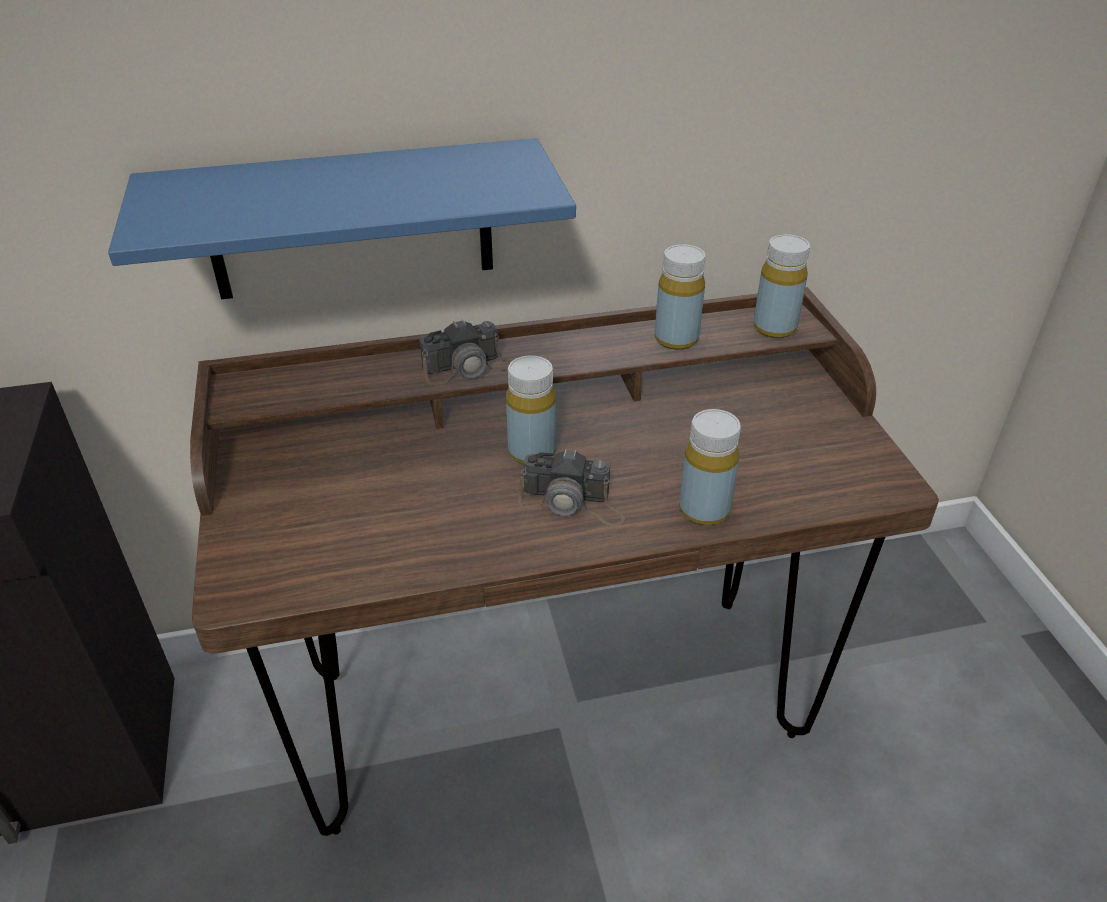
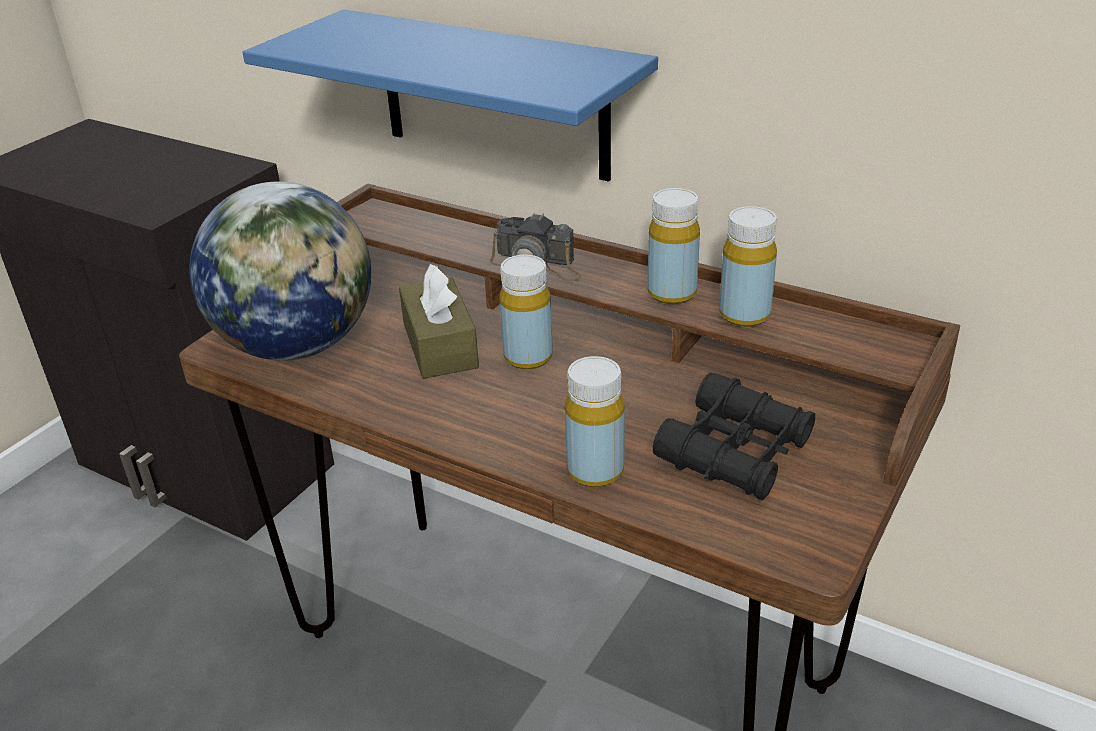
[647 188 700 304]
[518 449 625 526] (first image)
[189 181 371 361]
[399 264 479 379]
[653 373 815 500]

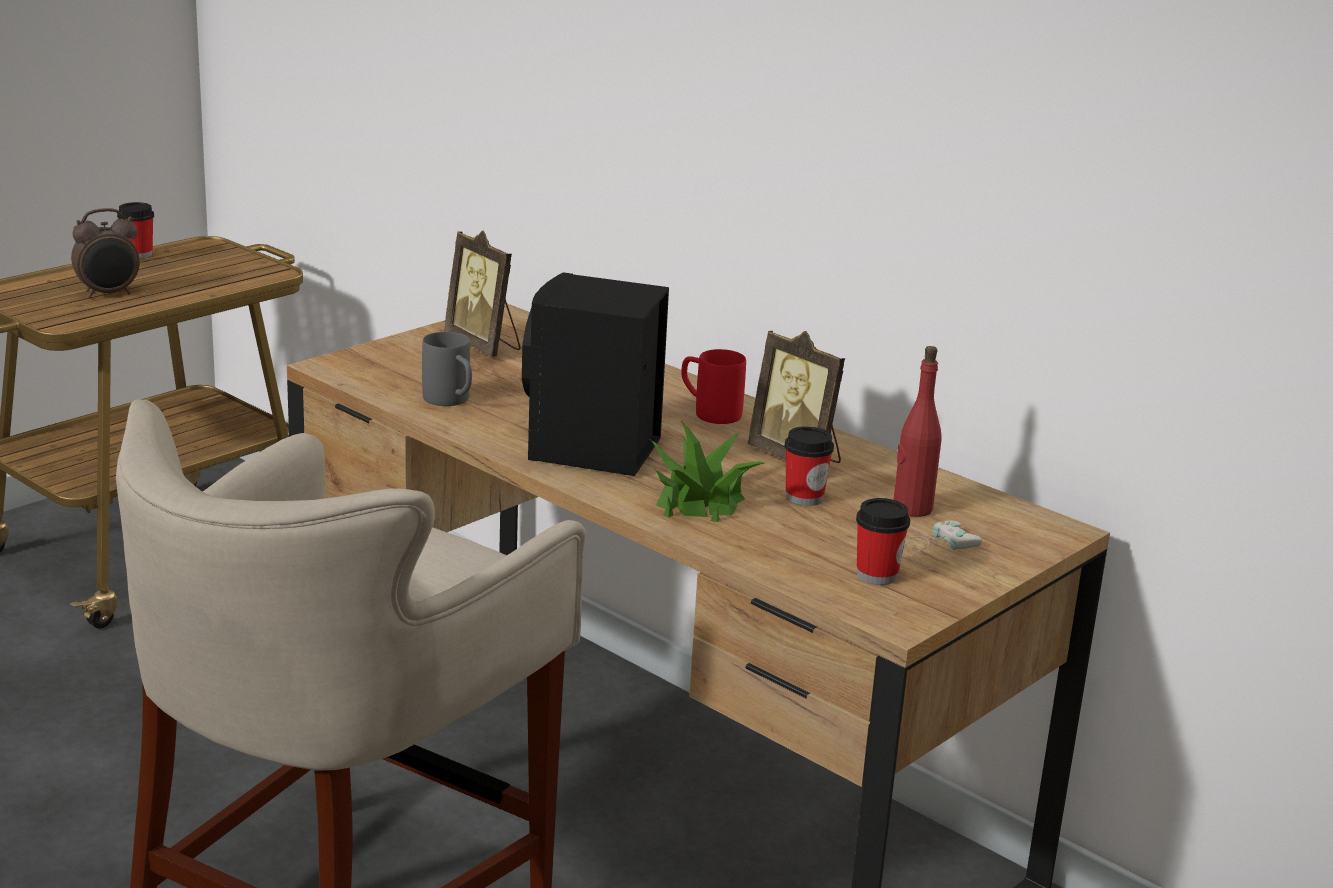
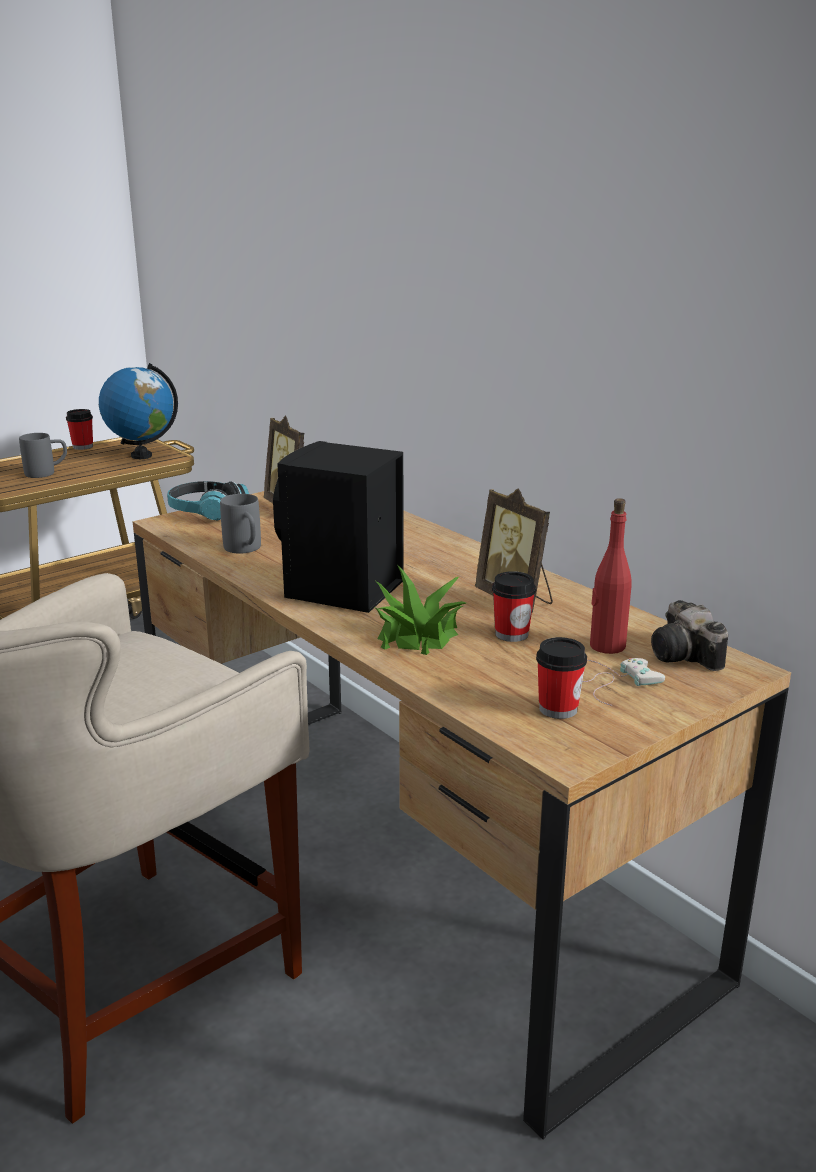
[19 433 67 478]
[682 349 746 424] (first image)
[99 363 178 459]
[167 481 249 521]
[651 600 728 671]

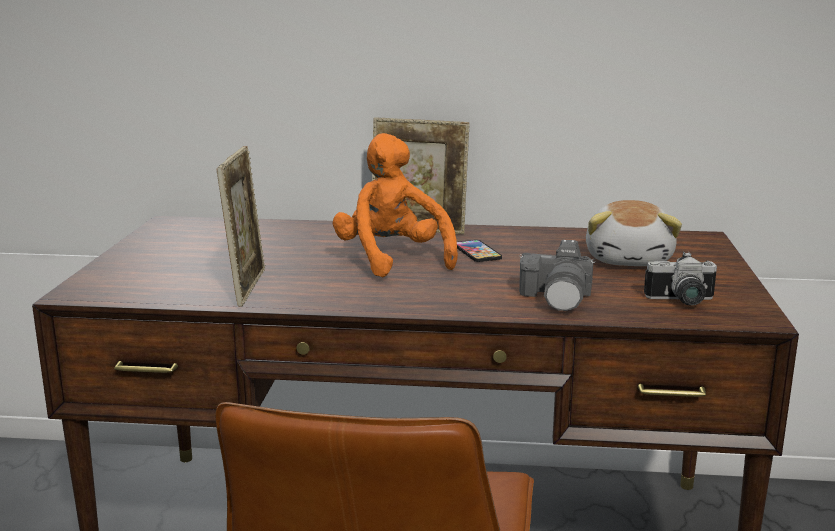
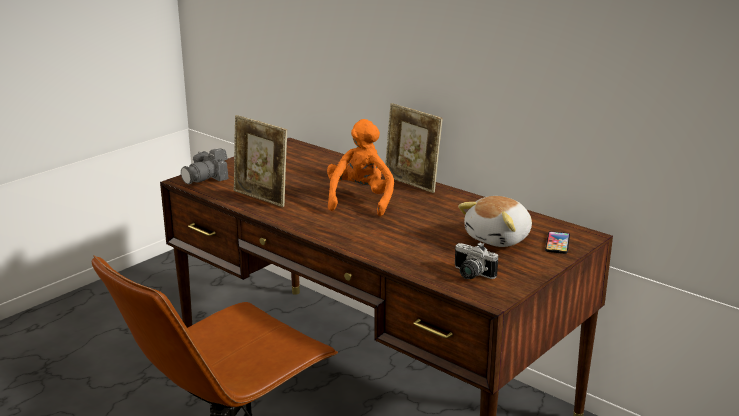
[234 115 287 207]
[545 231 570 254]
[181 148 228 184]

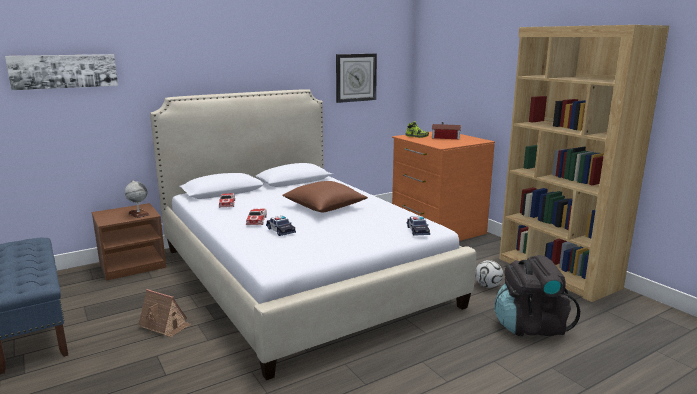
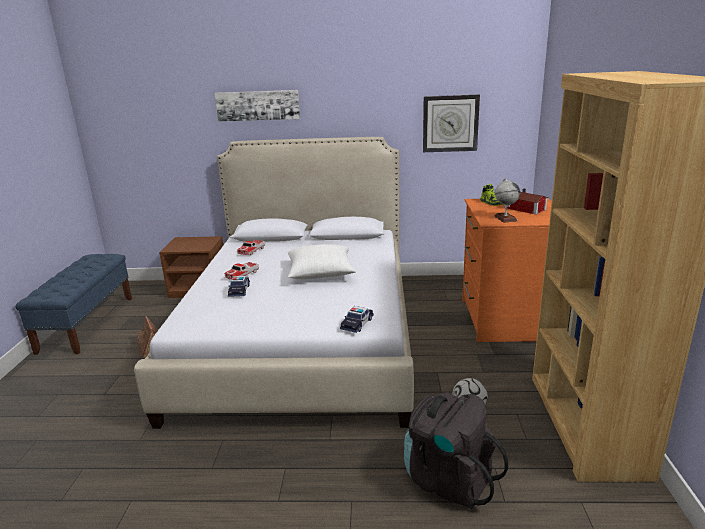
[215 90 300 122]
[494 178 520 223]
[288 244 356 279]

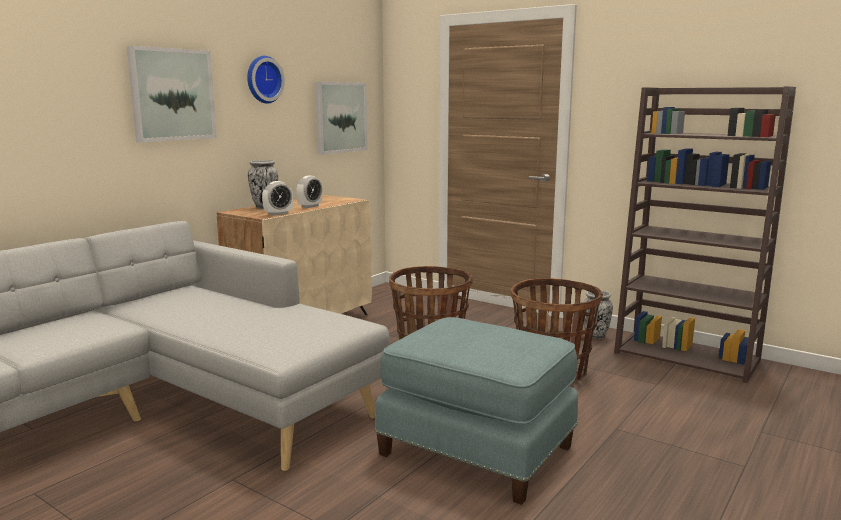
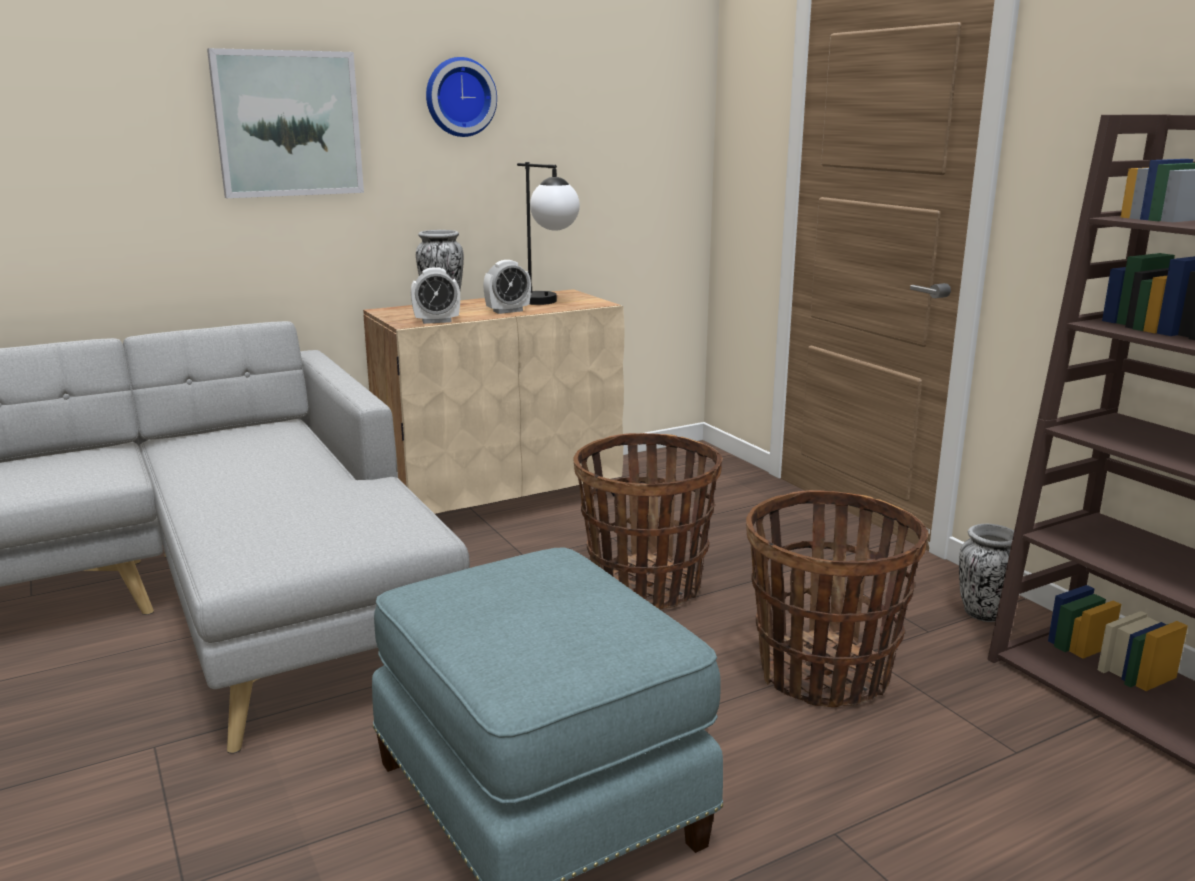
[315 82 368 154] (first image)
[517 162 580 305]

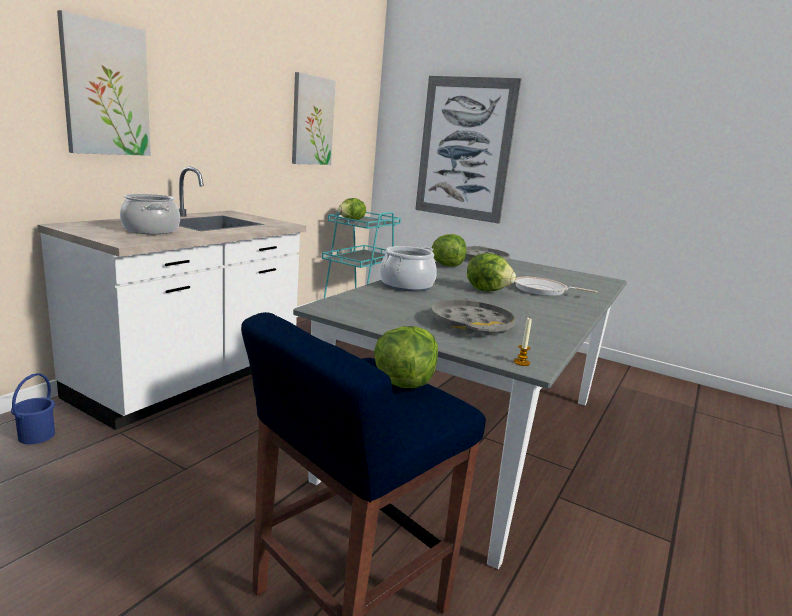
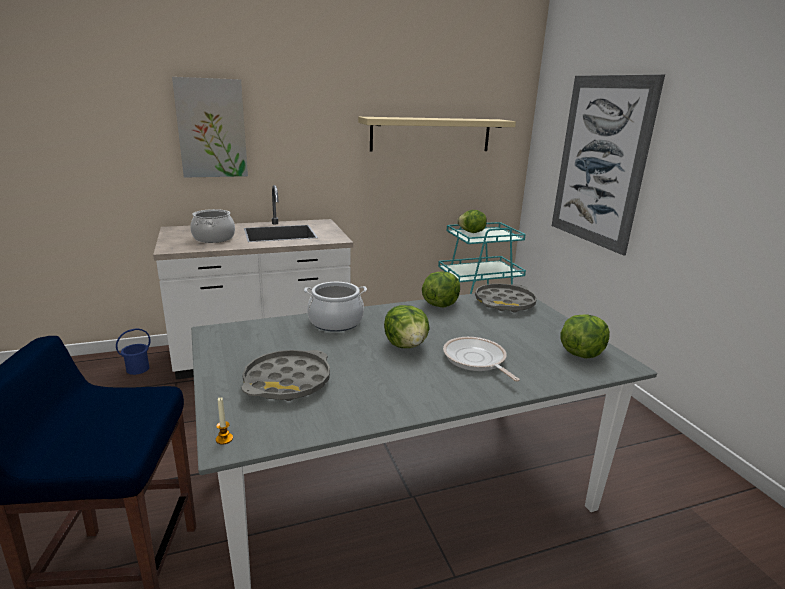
[358 117 516 152]
[560 314 610 358]

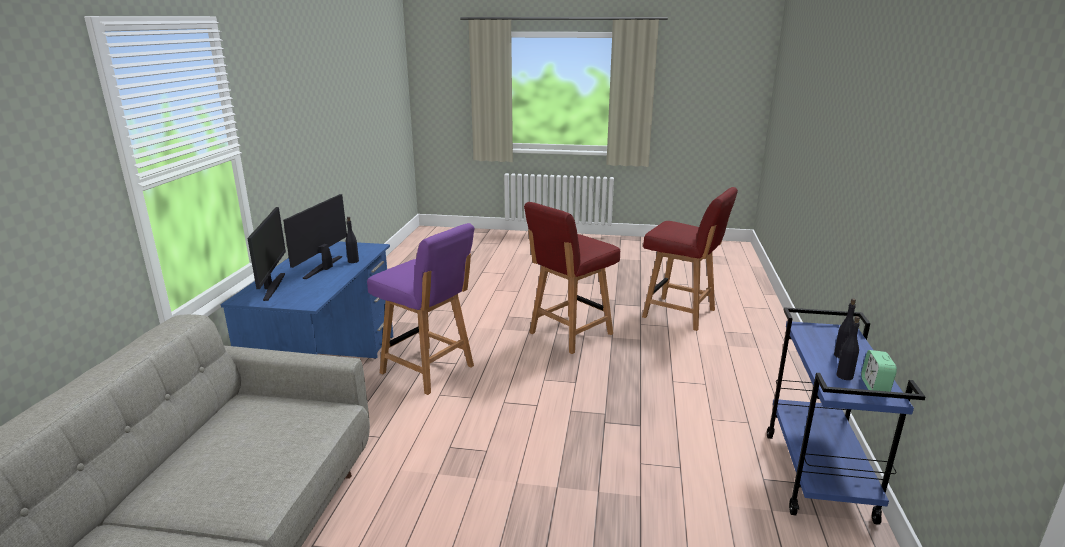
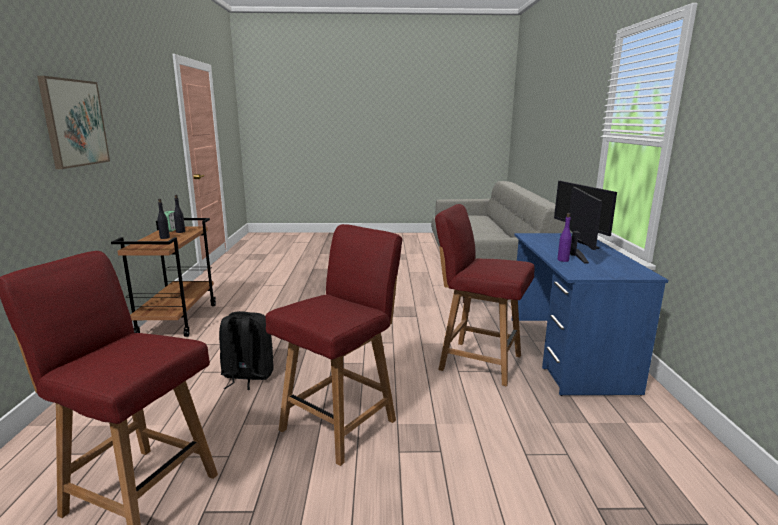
[557 213 572 262]
[435 204 535 386]
[111 218 216 337]
[37 76 110 169]
[219 311 274 390]

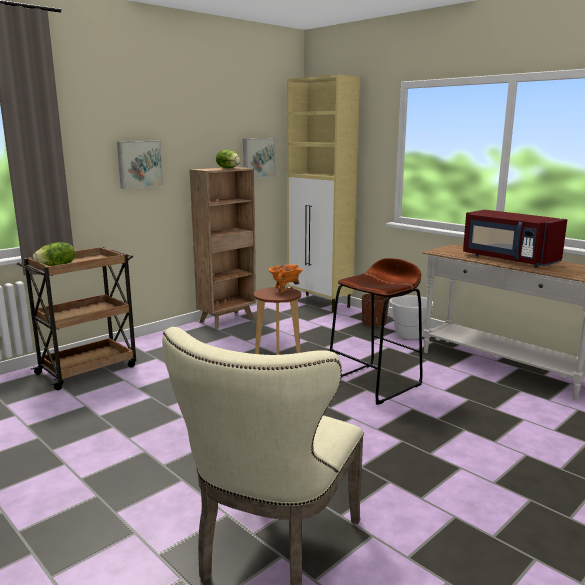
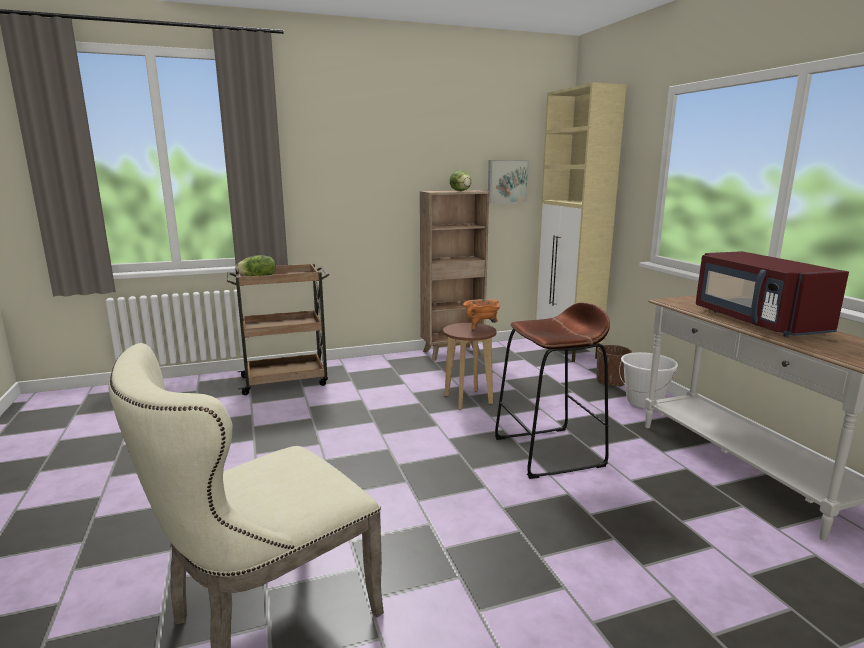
[117 141 164 189] (first image)

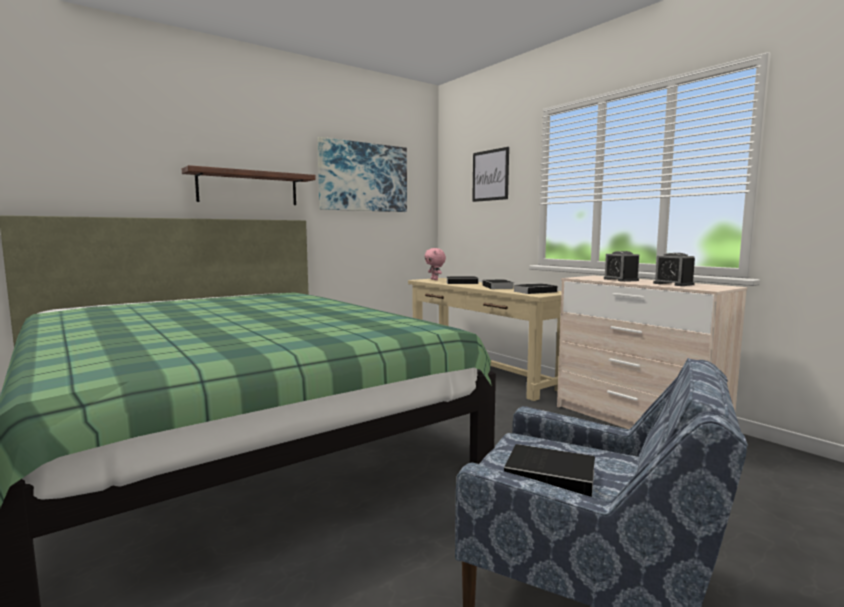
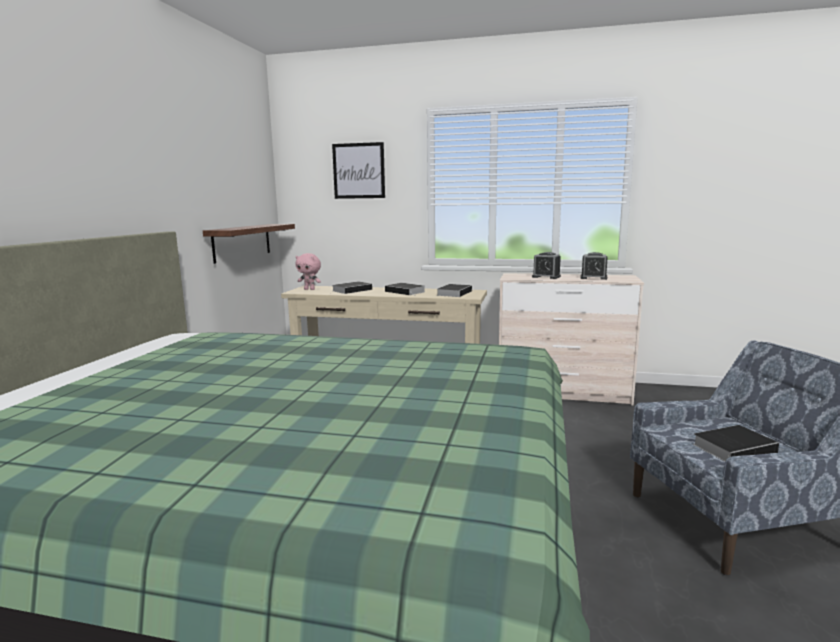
[317 137 407 212] (first image)
[203 224 295 264]

